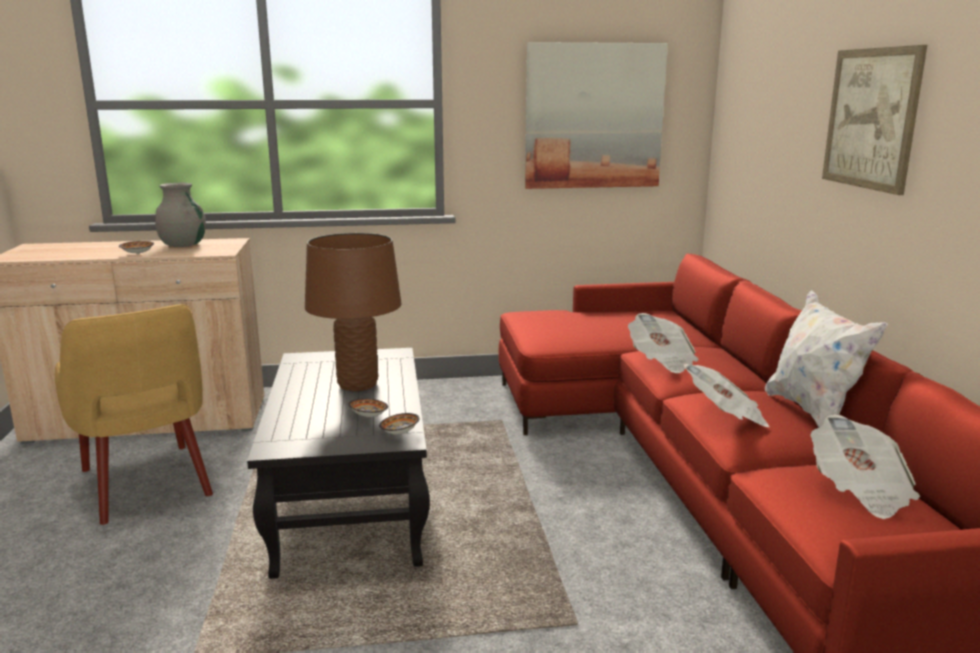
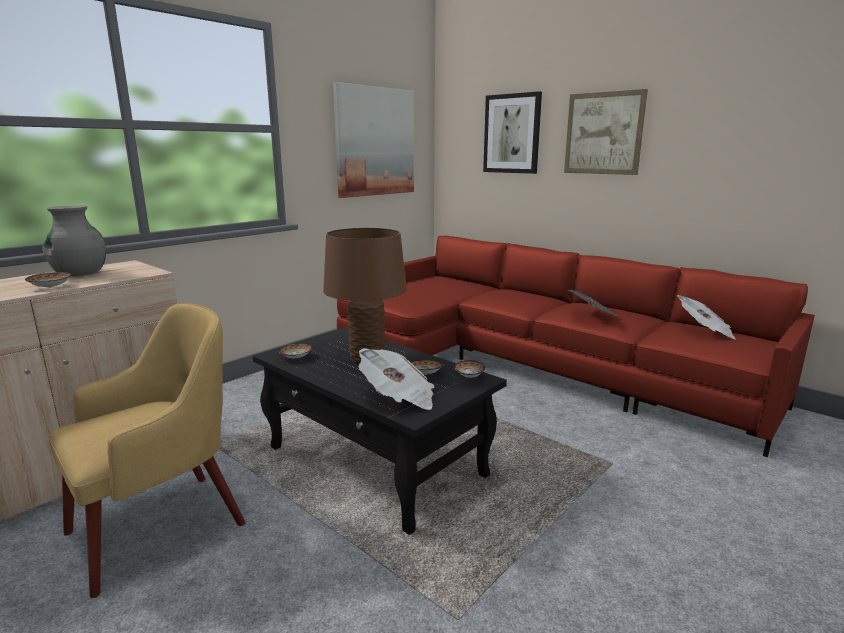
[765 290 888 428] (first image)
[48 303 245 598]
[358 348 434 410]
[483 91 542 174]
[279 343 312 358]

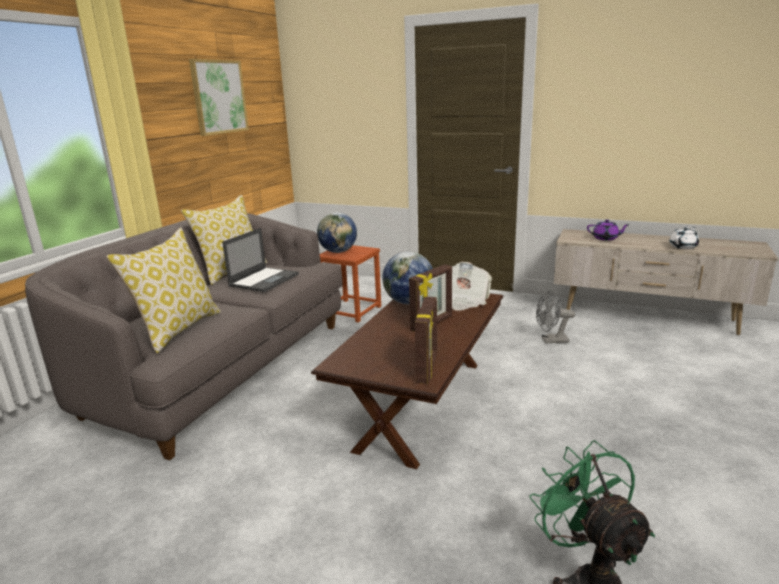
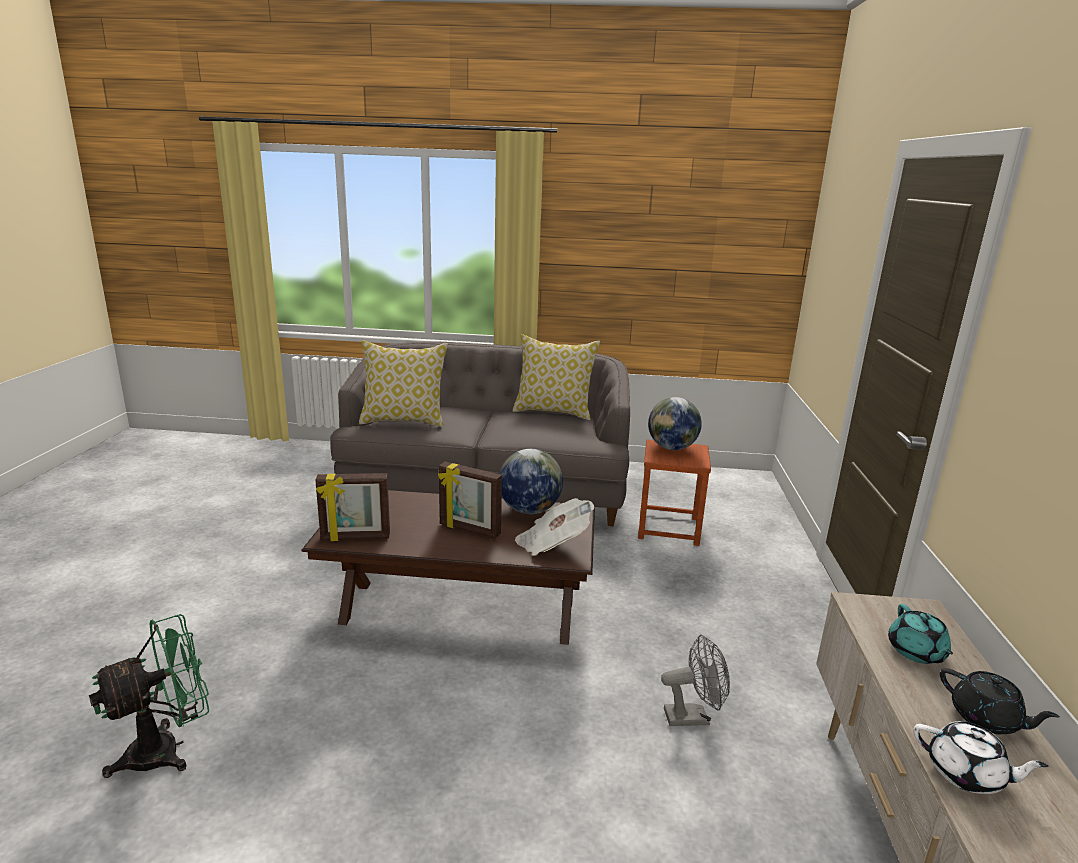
[189 59 249 136] (first image)
[888 604 953 664]
[222 228 299 292] (first image)
[661 635 730 726]
[940 668 1060 734]

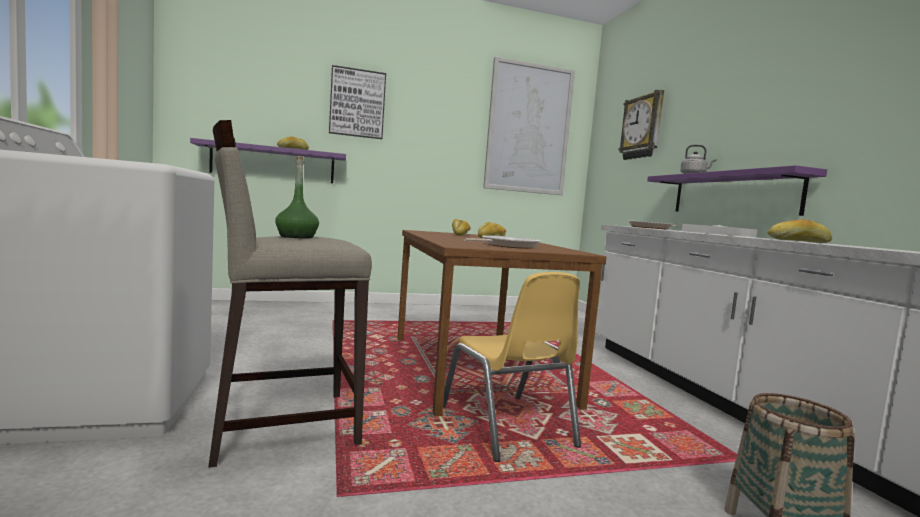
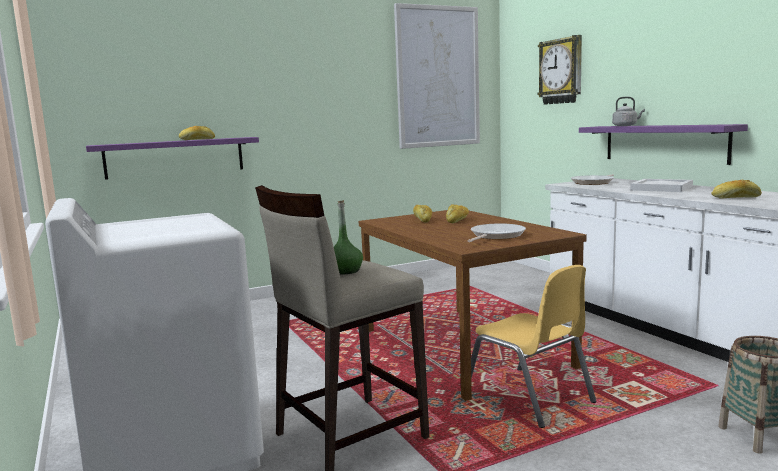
[329 65 386 139] (first image)

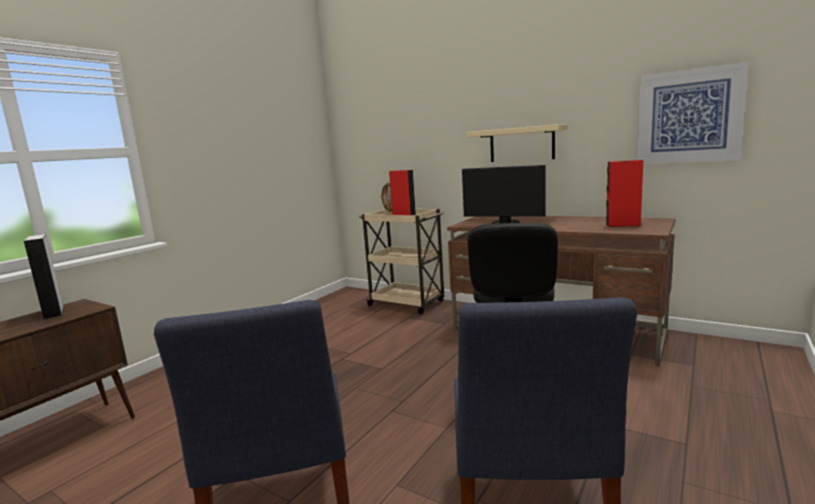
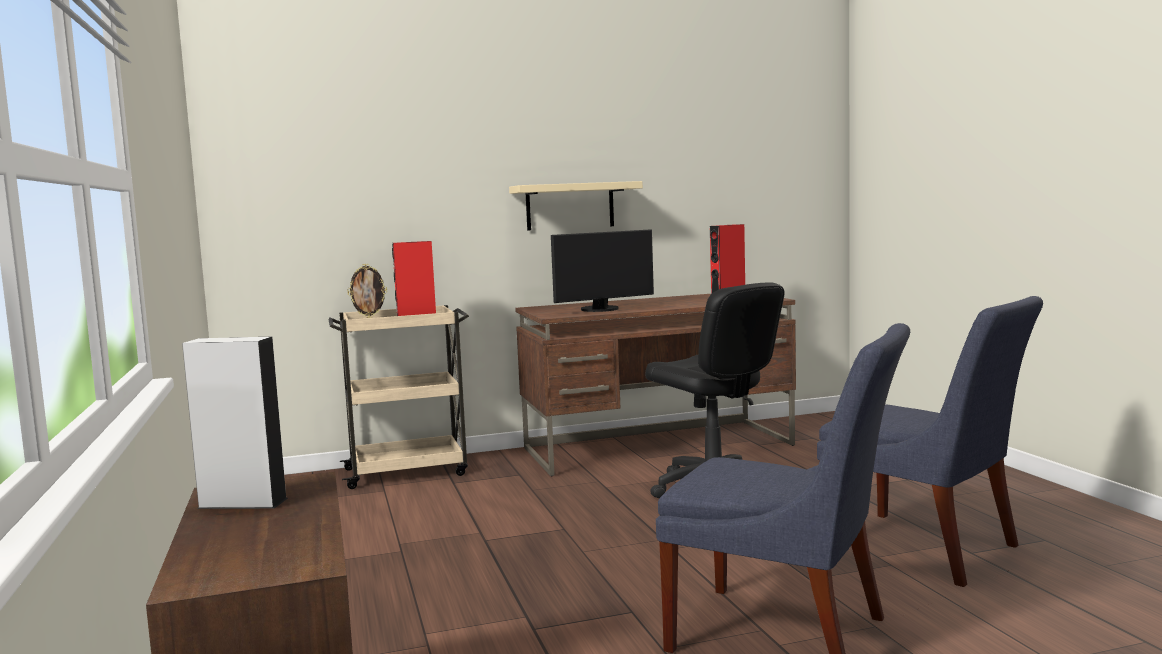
[637 62 748 164] (first image)

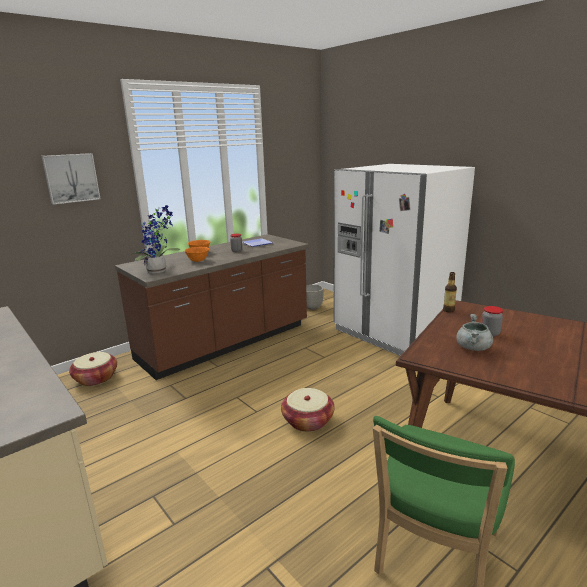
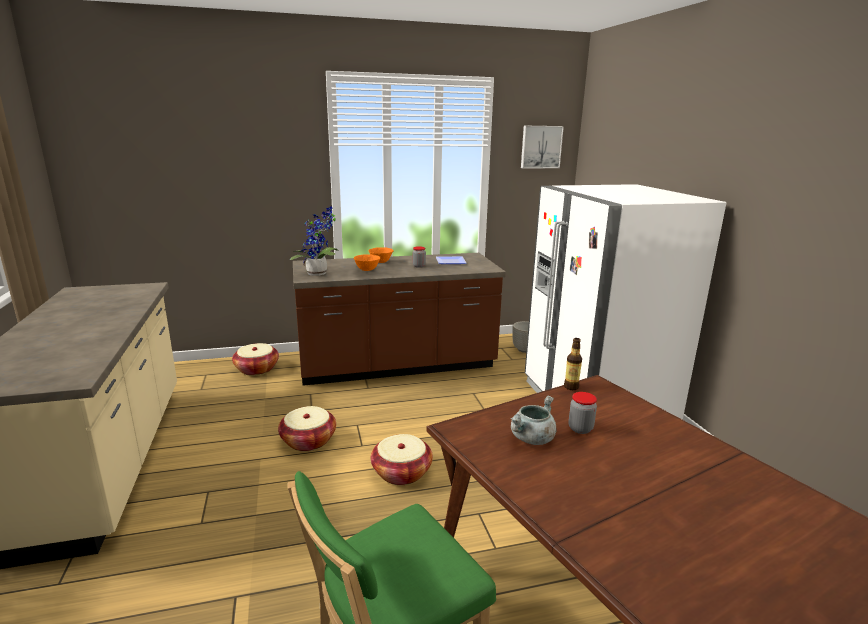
[521 126 564 168]
[278 406 336 451]

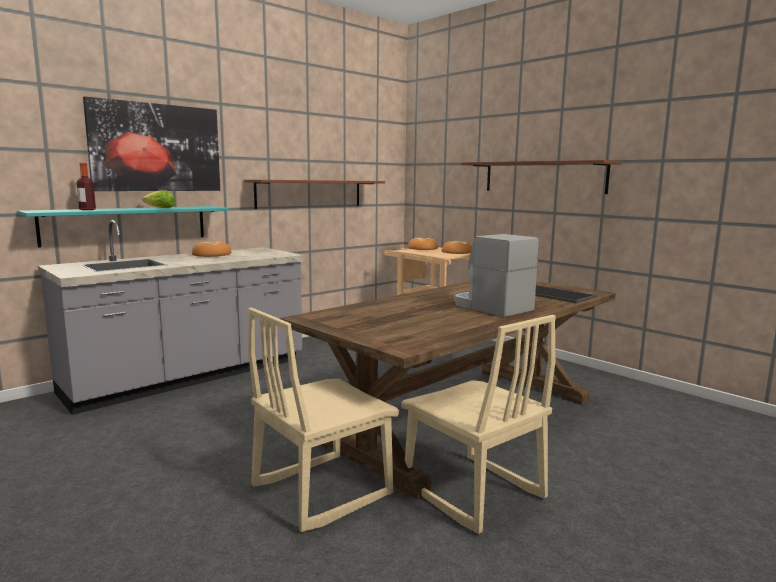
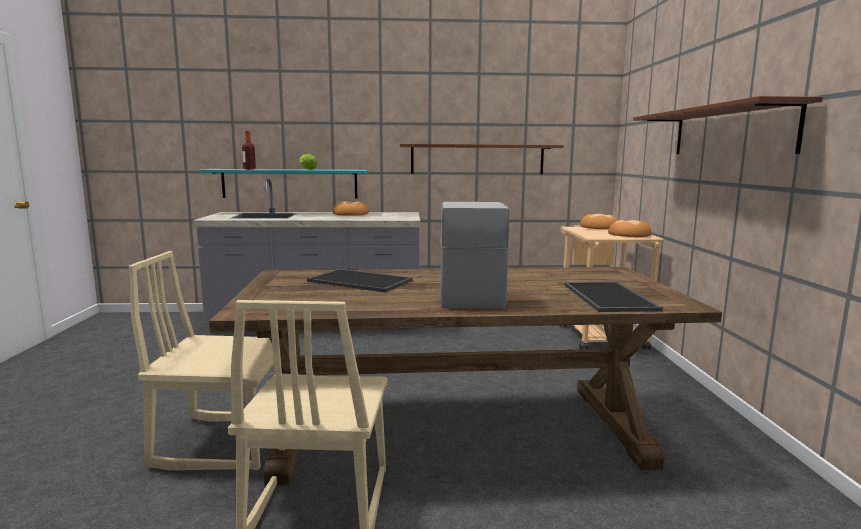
[83 96 220 191] (first image)
[307 269 413 292]

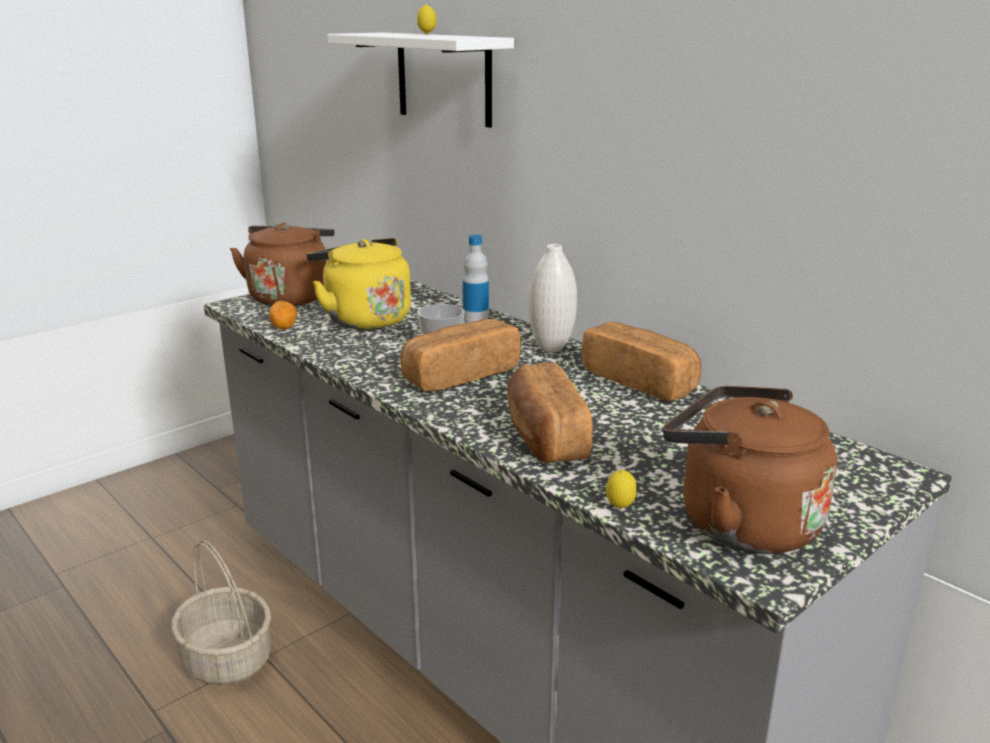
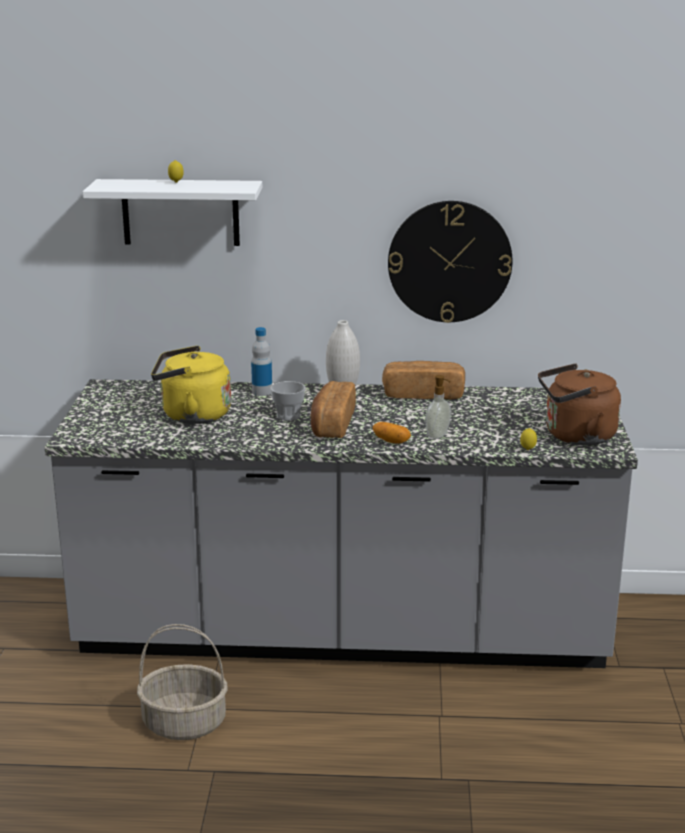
[230 223 334 306] (first image)
[373 422 411 444]
[426 375 451 439]
[388 201 513 323]

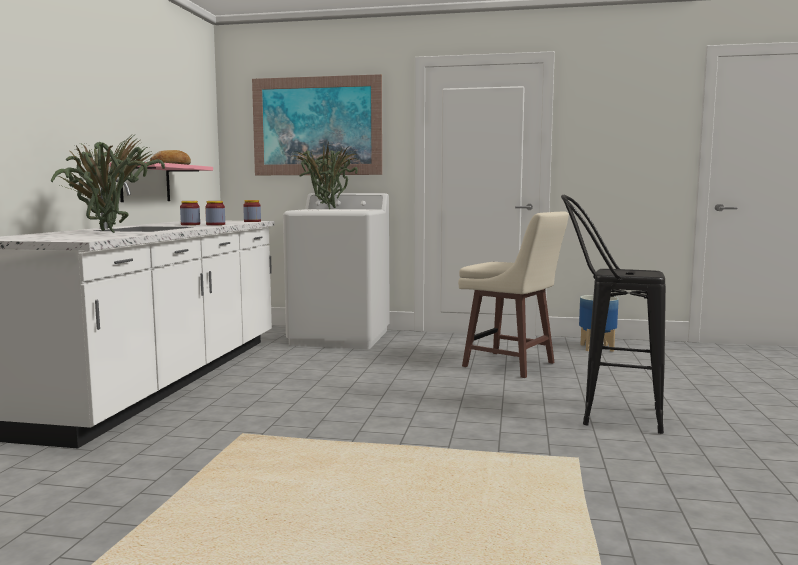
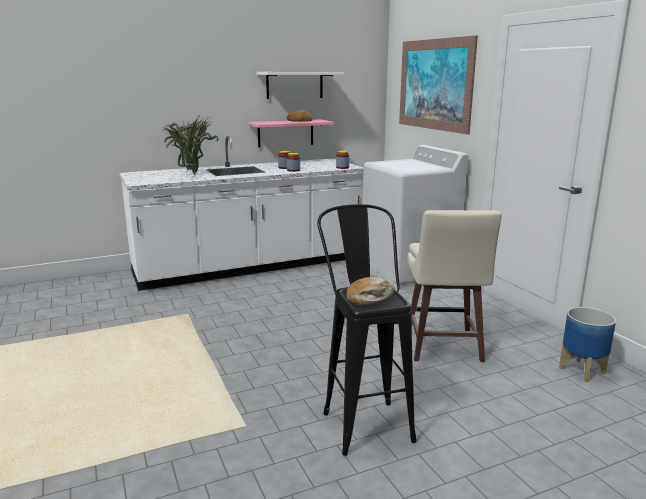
[291 145 358 209] (first image)
[257 72 344 99]
[347 277 395 305]

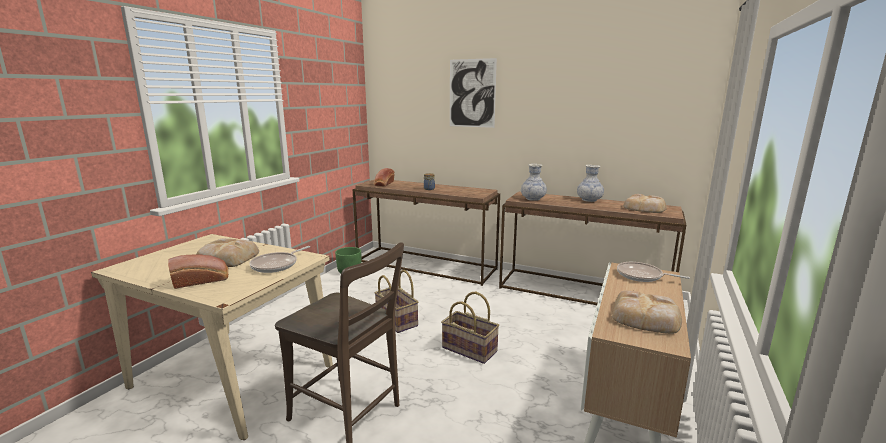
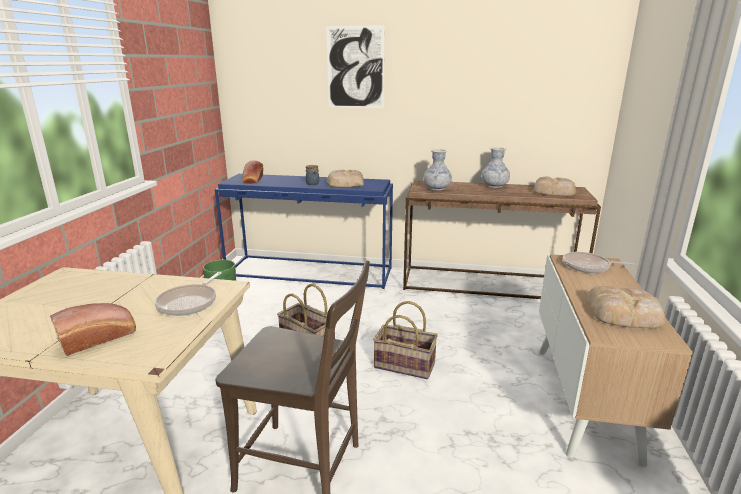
[215 174 393 289]
[327 170 364 187]

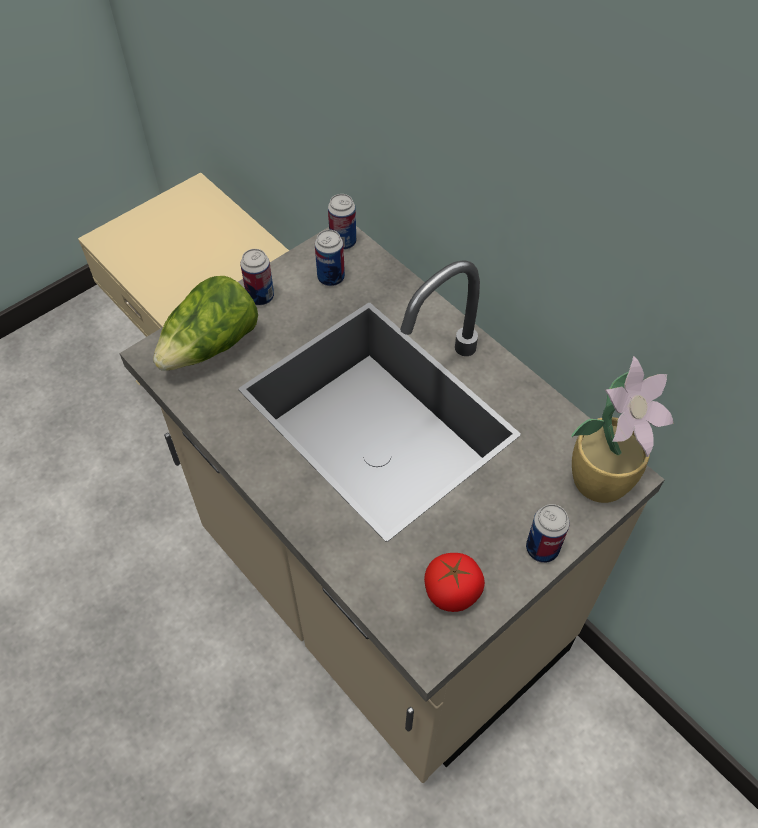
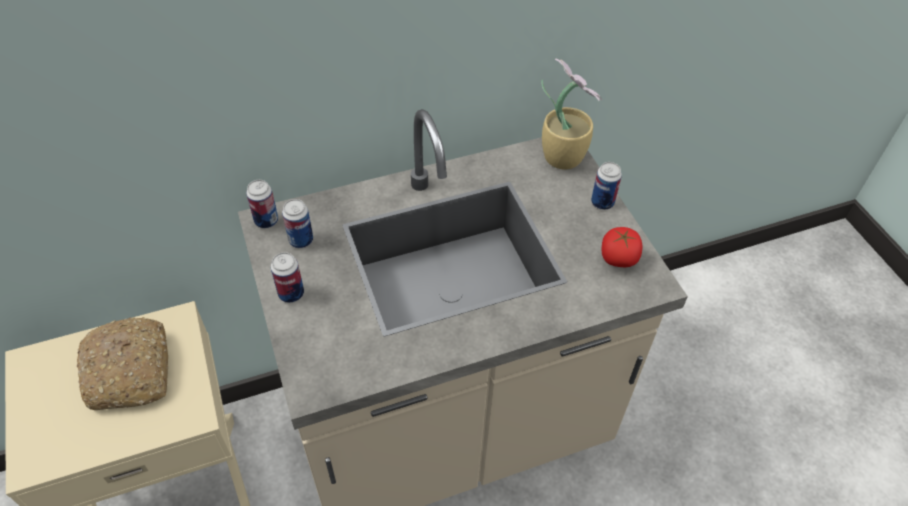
[153 276 258 371] (first image)
[77 317 168 410]

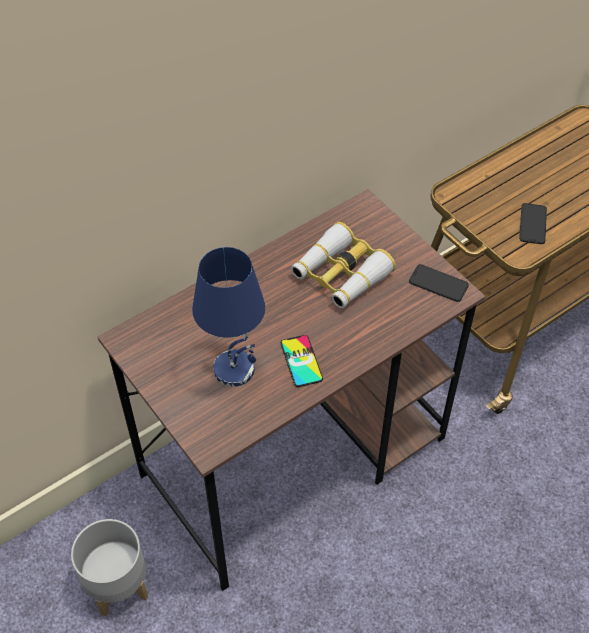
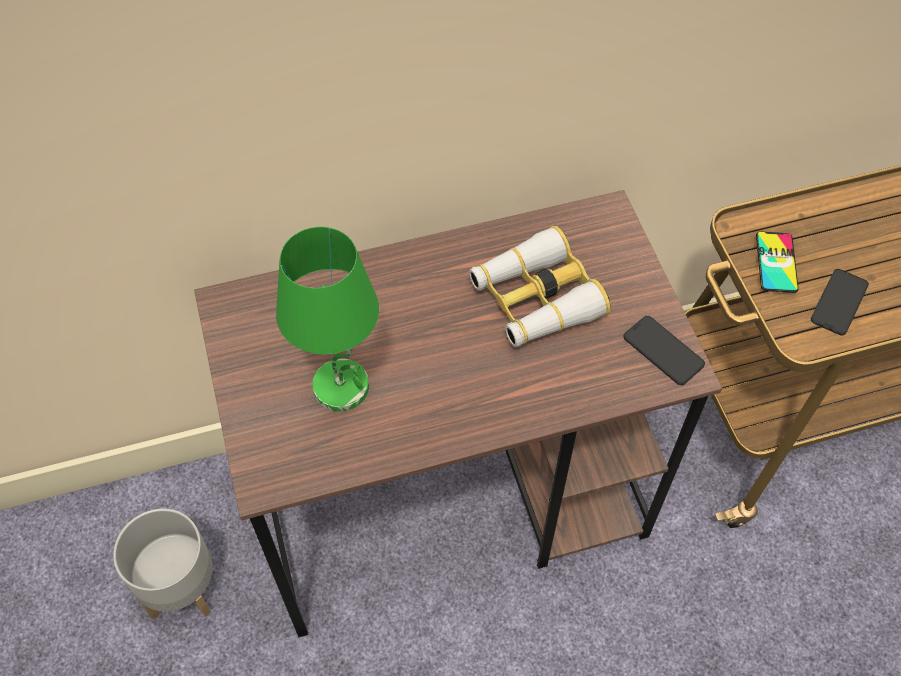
[276 227 379 411]
[756 231 799 293]

